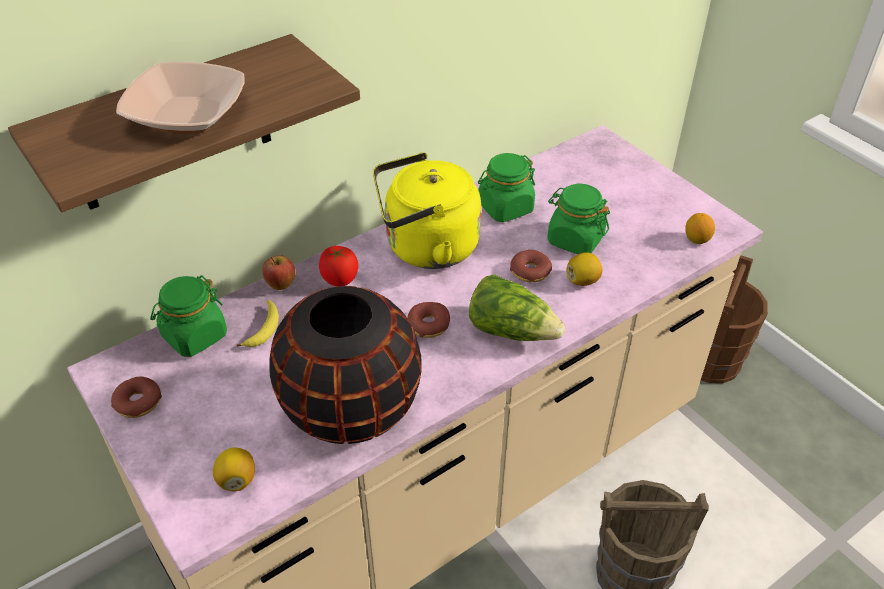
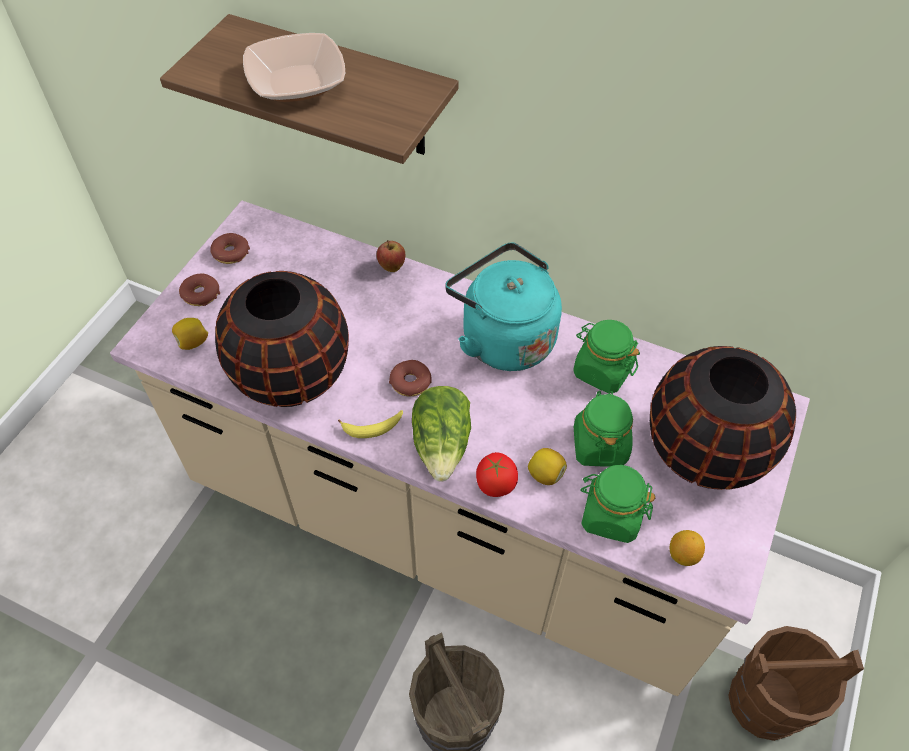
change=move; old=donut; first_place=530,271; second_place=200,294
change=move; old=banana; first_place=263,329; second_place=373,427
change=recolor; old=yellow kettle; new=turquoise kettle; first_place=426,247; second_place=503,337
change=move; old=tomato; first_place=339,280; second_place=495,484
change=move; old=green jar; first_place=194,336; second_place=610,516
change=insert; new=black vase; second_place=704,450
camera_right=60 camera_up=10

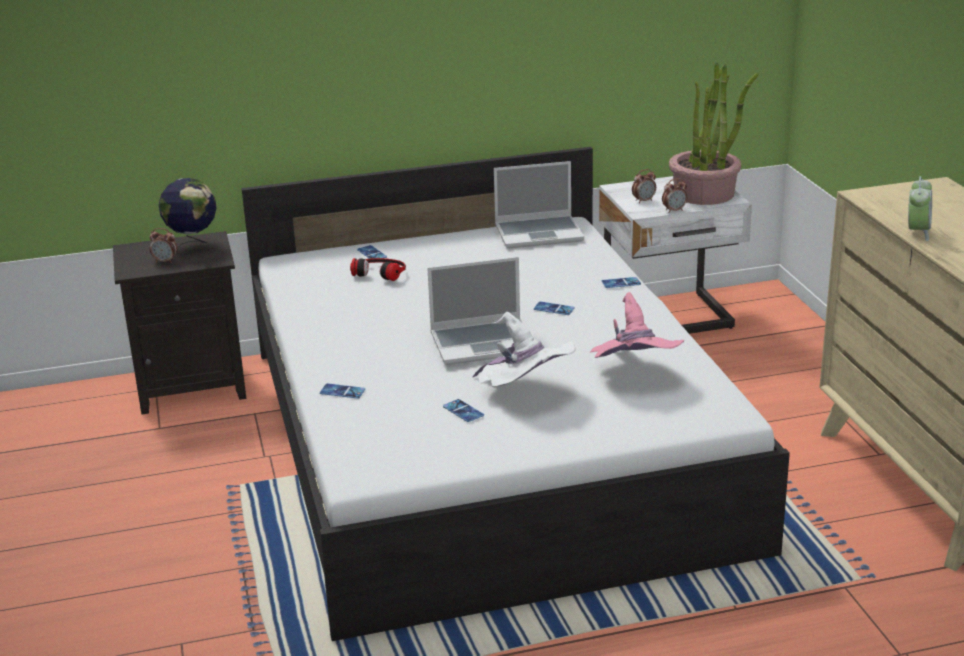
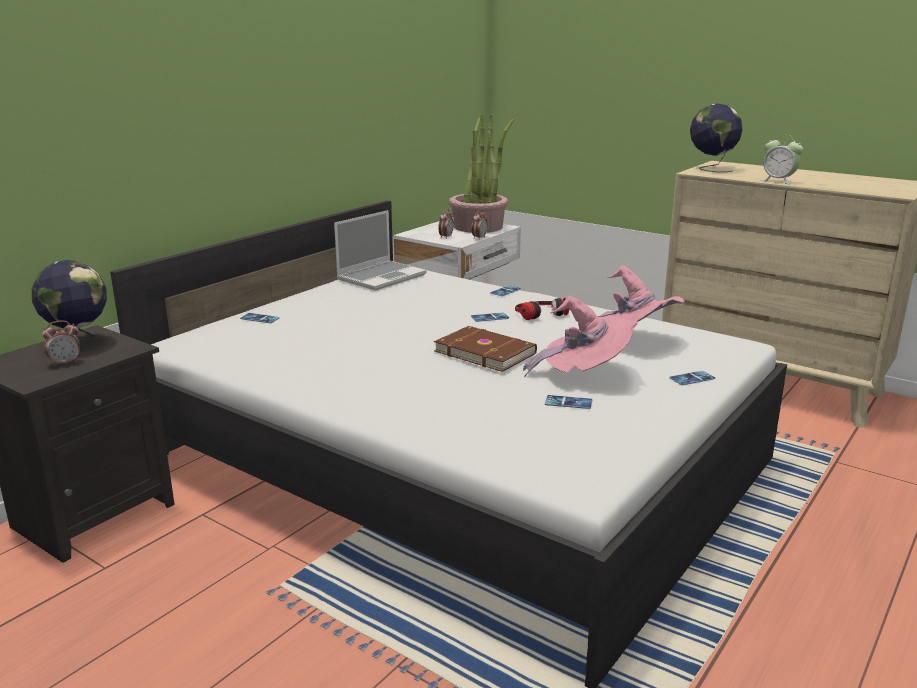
change=replace; old=laptop; new=brown book; first_place=484,343; second_place=485,352
change=move; old=headphones; first_place=380,272; second_place=539,312
change=recolor; old=white hat; new=pink hat; first_place=524,392; second_place=584,374
change=move; old=phone; first_place=342,391; second_place=692,378
change=insert; new=globe; second_place=711,168
change=rotate; old=alarm clock; first_place=917,232; second_place=778,181; degrees=150
camera_right=-40 camera_up=-5

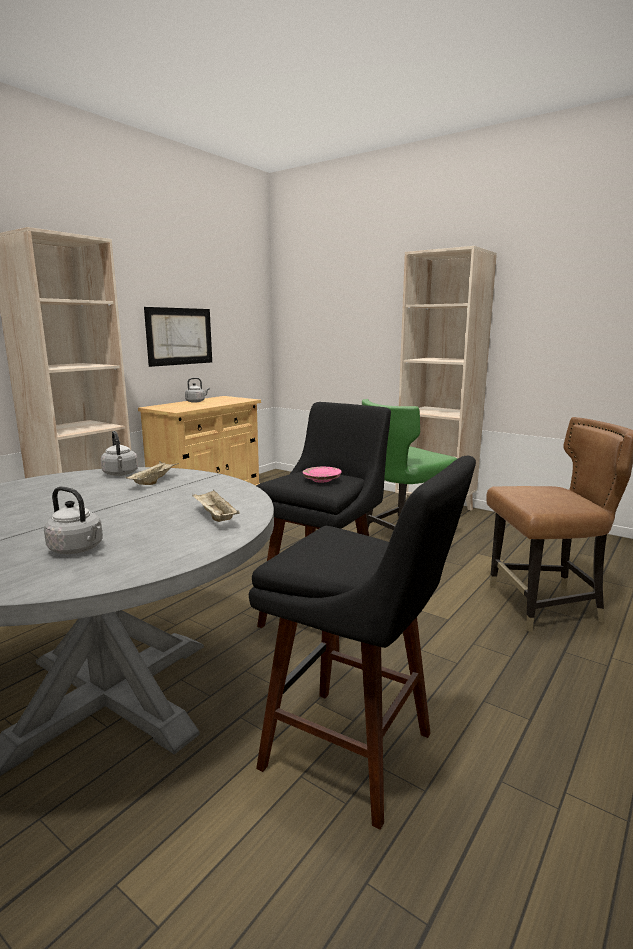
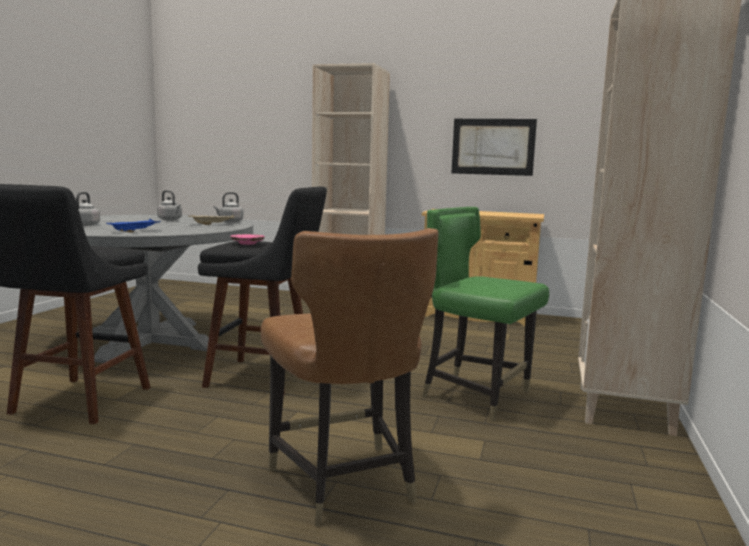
change=recolor; old=beige tray; new=blue tray; first_place=215,516; second_place=134,231
change=move; old=grey kettle; first_place=196,401; second_place=170,219
camera_right=70 camera_up=-5

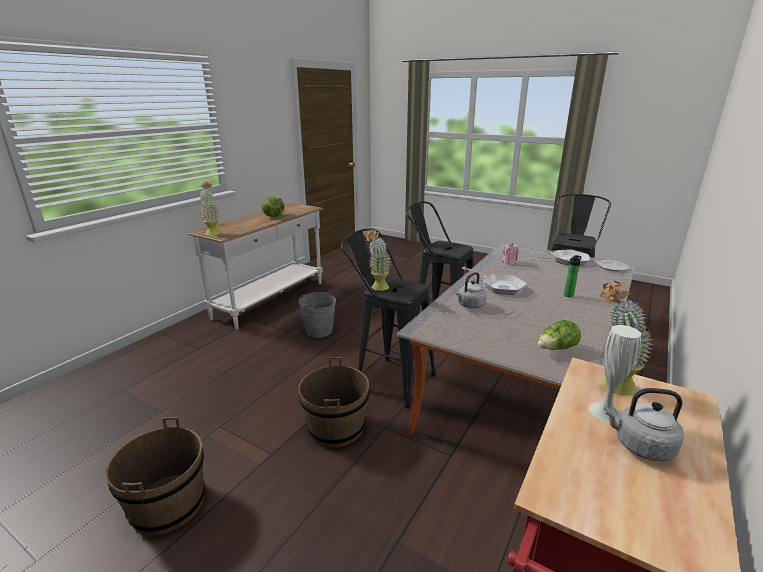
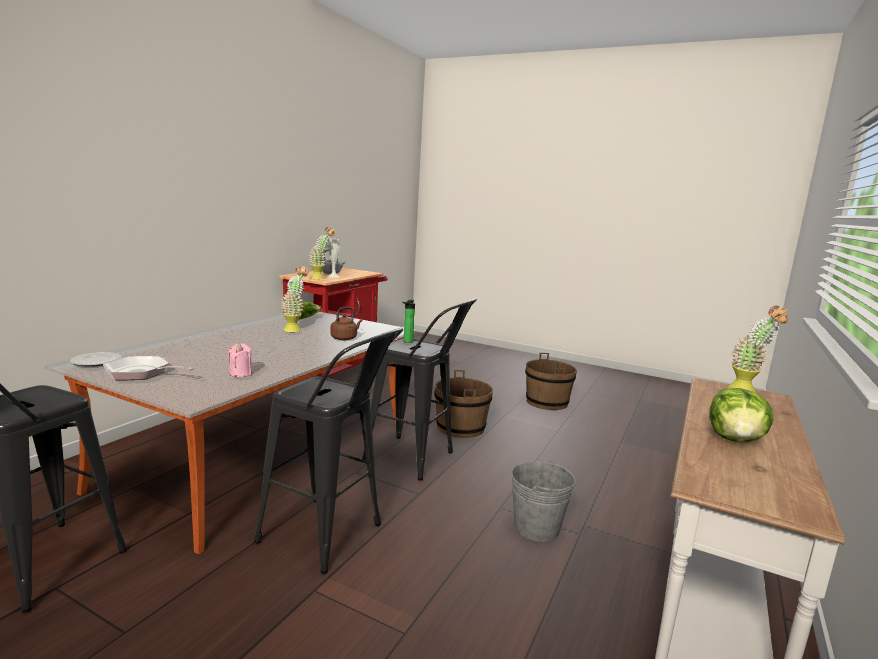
change=move; old=potted plant; first_place=378,289; second_place=295,329
change=recolor; old=grey kettle; new=brown kettle; first_place=470,305; second_place=345,338
change=move; old=bottle; first_place=569,295; second_place=407,341
change=delete; old=frying pan; first_place=499,286
camera_right=175 camera_up=-10

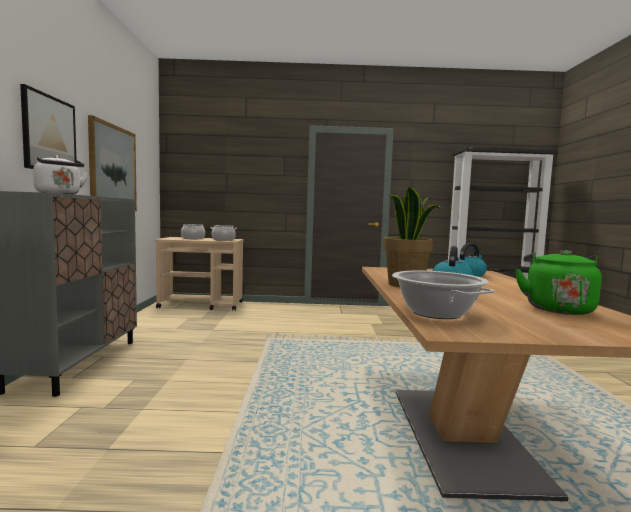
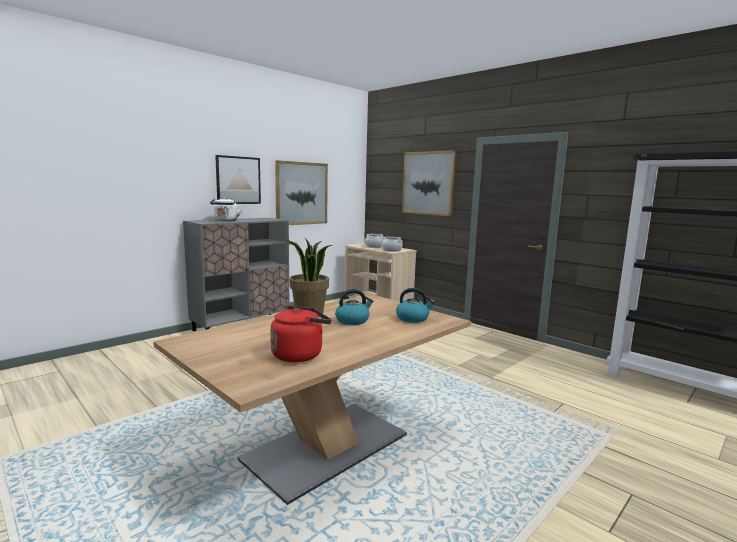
change=recolor; old=green kettle; new=red kettle; first_place=556,309; second_place=300,354
change=insert; new=picture; second_place=428,183
change=delete; old=cooking pot; first_place=437,313
camera_right=45 camera_up=5

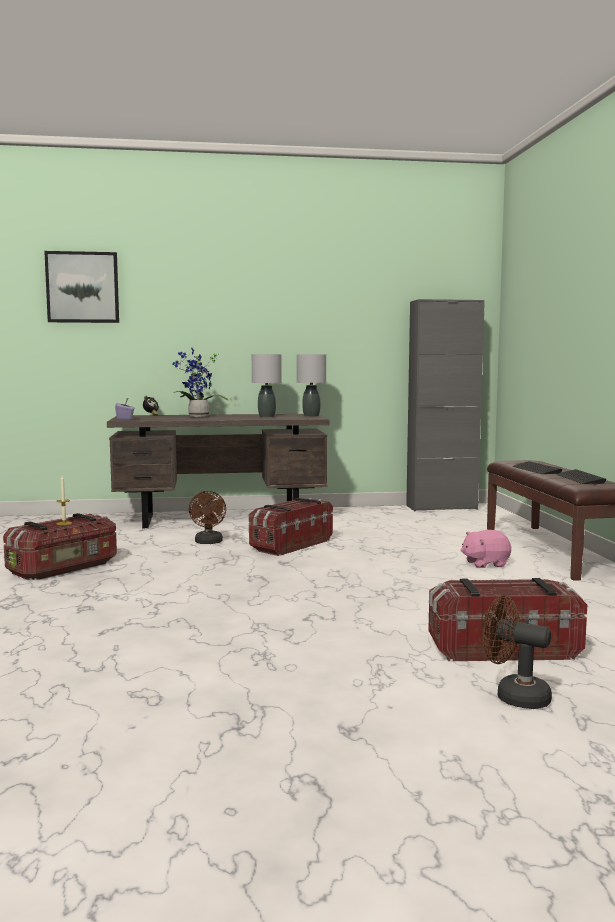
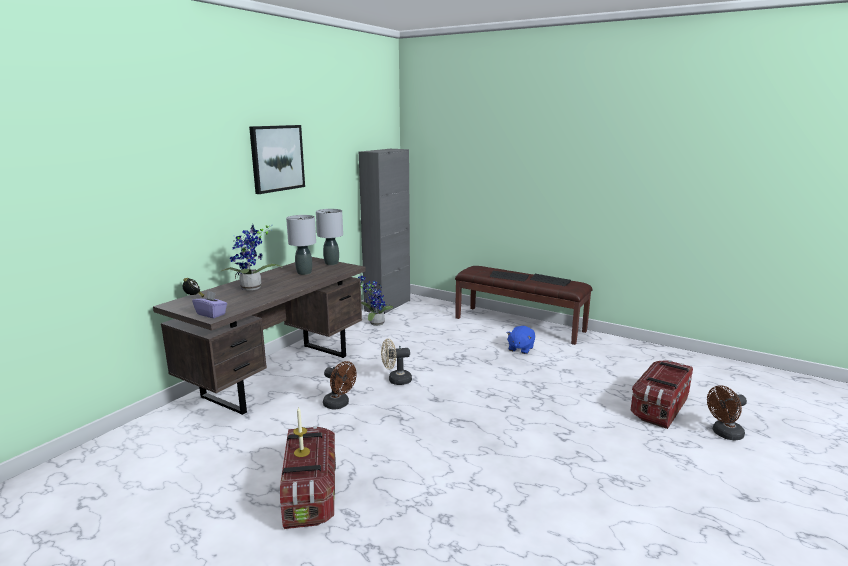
change=move; old=picture; first_place=82,287; second_place=277,158
change=insert; new=potted plant; second_place=375,323
change=replace; old=storage box; new=beige fan; first_place=290,545; second_place=396,380
change=recolor; old=pink plush toy; new=blue plush toy; first_place=485,563; second_place=520,349
camera_right=-50 camera_up=10

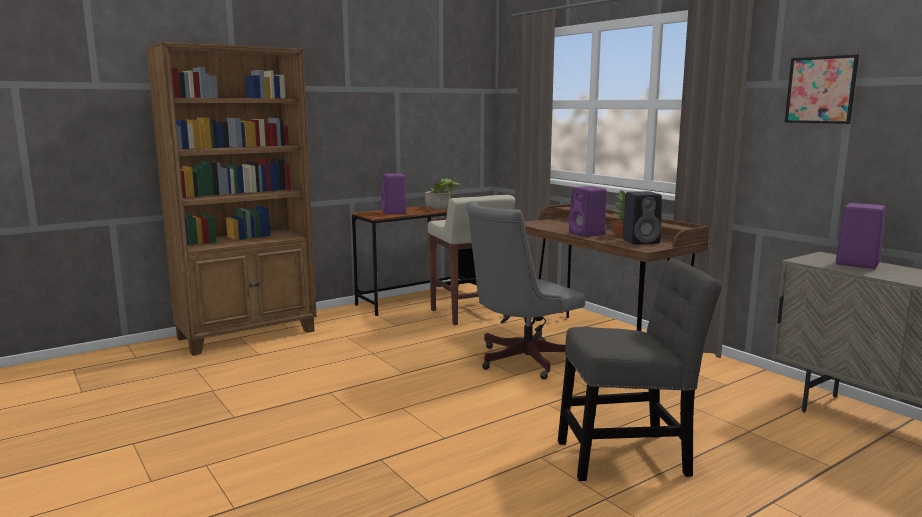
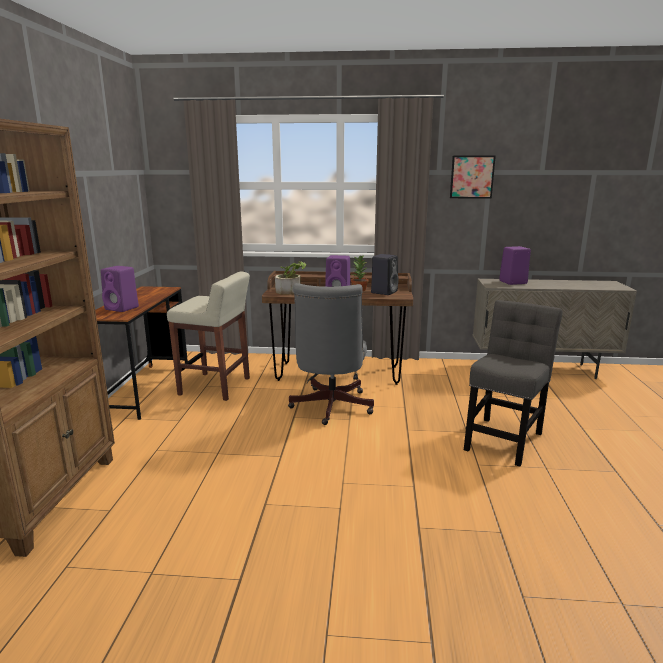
change=move; old=potted plant; first_place=441,207; second_place=290,291
camera_right=-50 camera_up=5

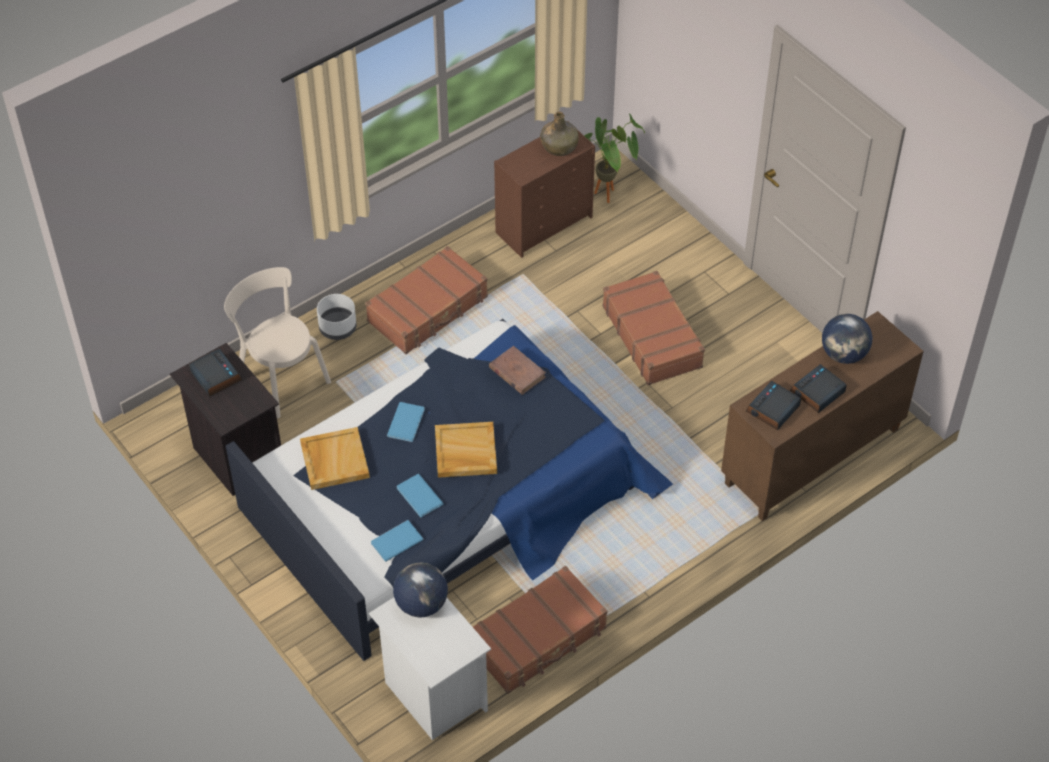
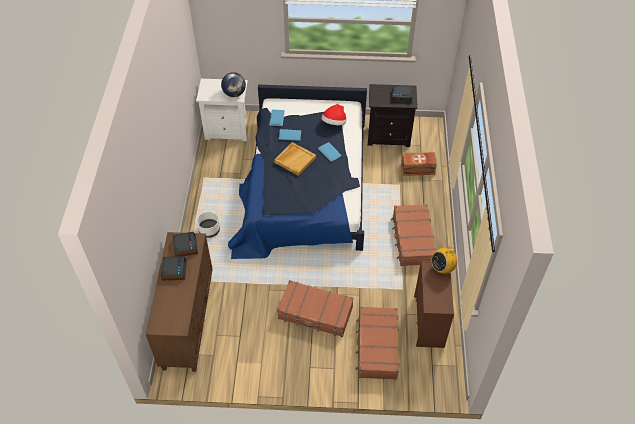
change=move; old=white planter; first_place=338,328; second_place=209,230
change=replace; old=beige tray; new=hat; first_place=334,460; second_place=334,123
change=move; old=brown suitcase; first_place=538,638; second_place=377,347
change=replace; old=beige chair; new=brown storage box; first_place=281,378; second_place=418,169
change=insert; new=radio; second_place=442,268
change=delete; old=brown book; first_place=517,372
change=delete; old=green bottle; first_place=559,146
change=delete; old=potted plant; first_place=610,197
change=delete; old=globe; first_place=844,354
camera_right=130 camera_up=0

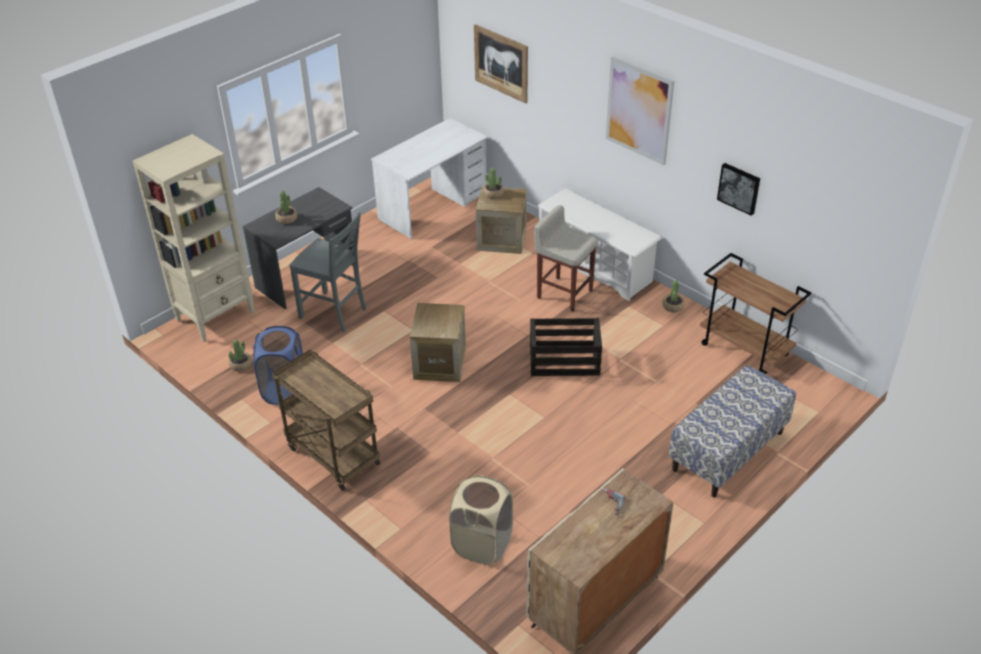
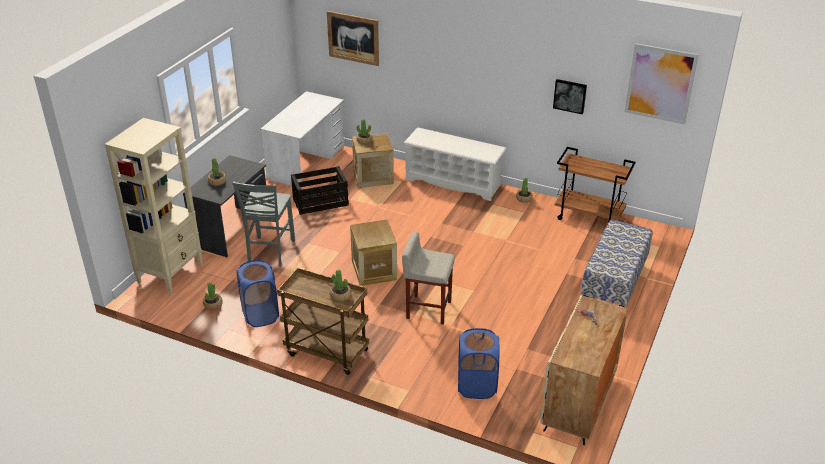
change=rotate; old=grey chair; first_place=334,313; second_place=270,252; degrees=90
change=move; old=crate; first_place=563,361; second_place=320,202
change=insert; new=potted plant; second_place=340,295
change=move; old=beige stool; first_place=564,294; second_place=428,309
change=recolor; old=beige laundry basket; new=blue laundry basket; first_place=482,545; second_place=477,386
change=move; old=picture; first_place=639,110; second_place=660,83
camera_right=-20 camera_up=-5

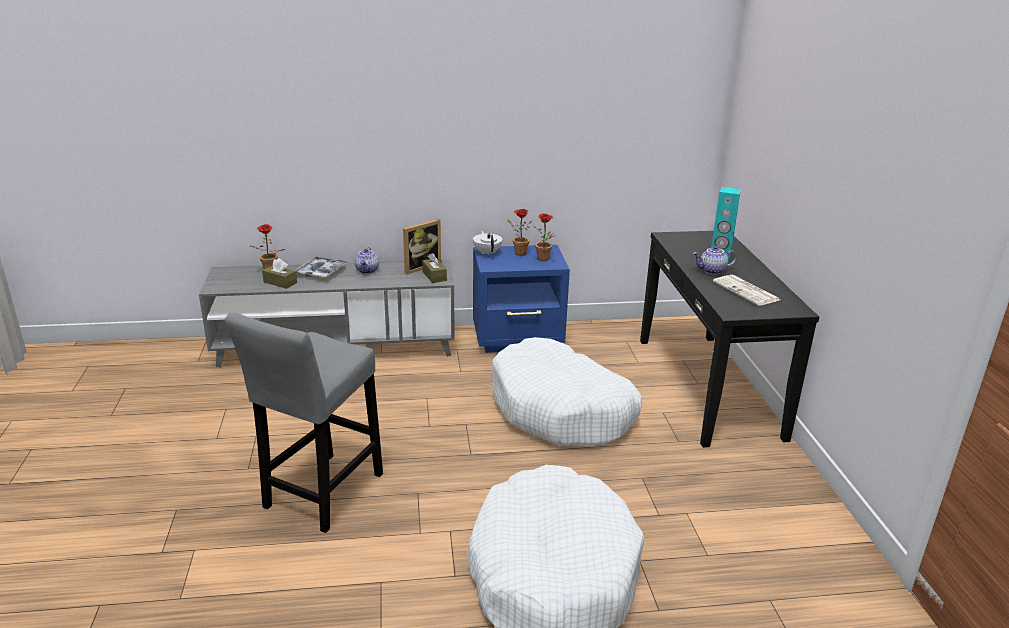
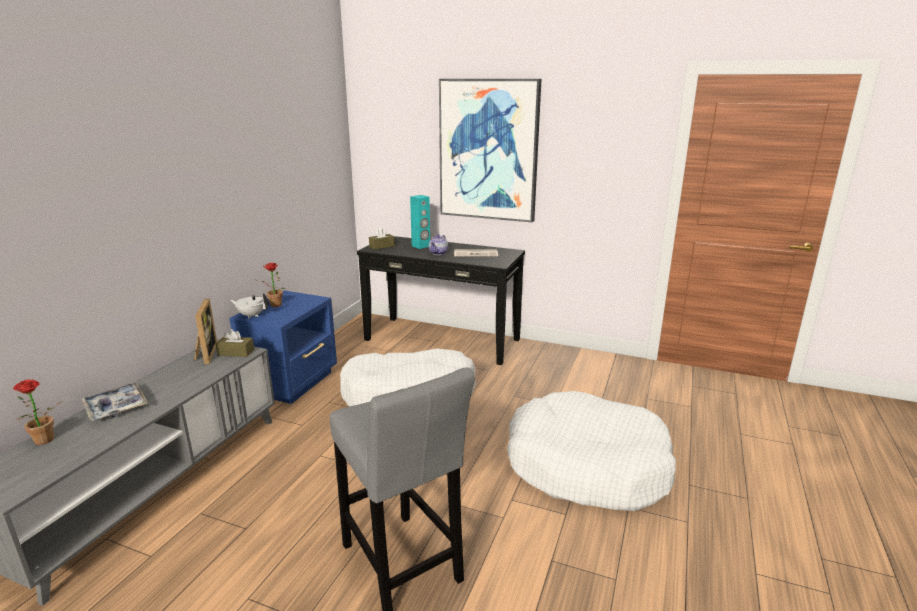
change=move; old=brown tissue box; first_place=280,282; second_place=382,246
change=insert; new=picture; second_place=488,150
change=delete; old=teapot; first_place=368,271
change=delete; old=potted plant; first_place=545,259
camera_right=-60 camera_up=-5

